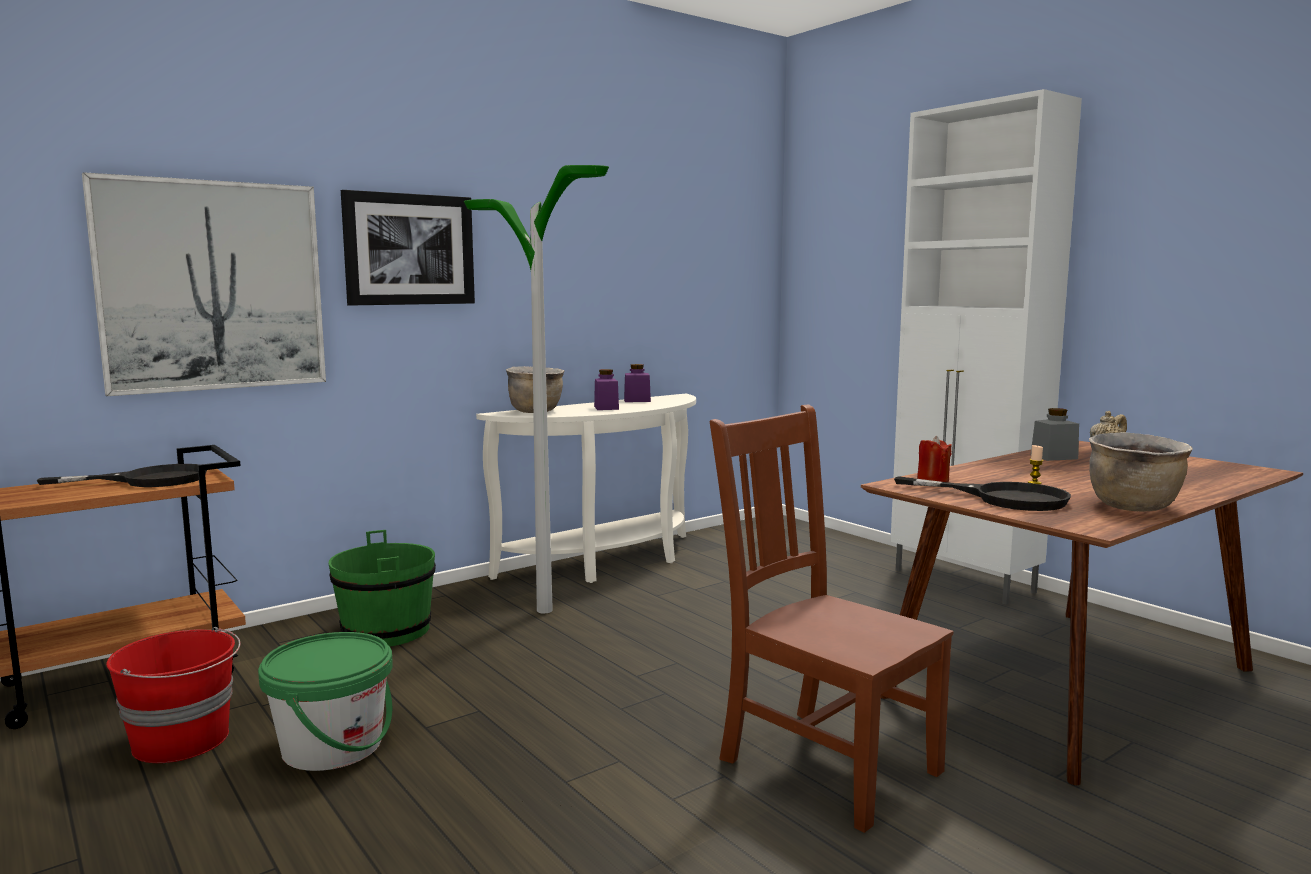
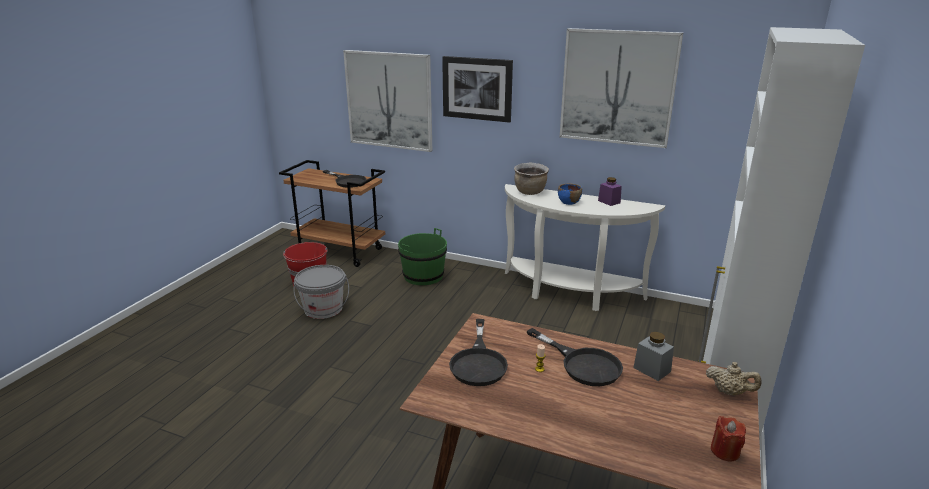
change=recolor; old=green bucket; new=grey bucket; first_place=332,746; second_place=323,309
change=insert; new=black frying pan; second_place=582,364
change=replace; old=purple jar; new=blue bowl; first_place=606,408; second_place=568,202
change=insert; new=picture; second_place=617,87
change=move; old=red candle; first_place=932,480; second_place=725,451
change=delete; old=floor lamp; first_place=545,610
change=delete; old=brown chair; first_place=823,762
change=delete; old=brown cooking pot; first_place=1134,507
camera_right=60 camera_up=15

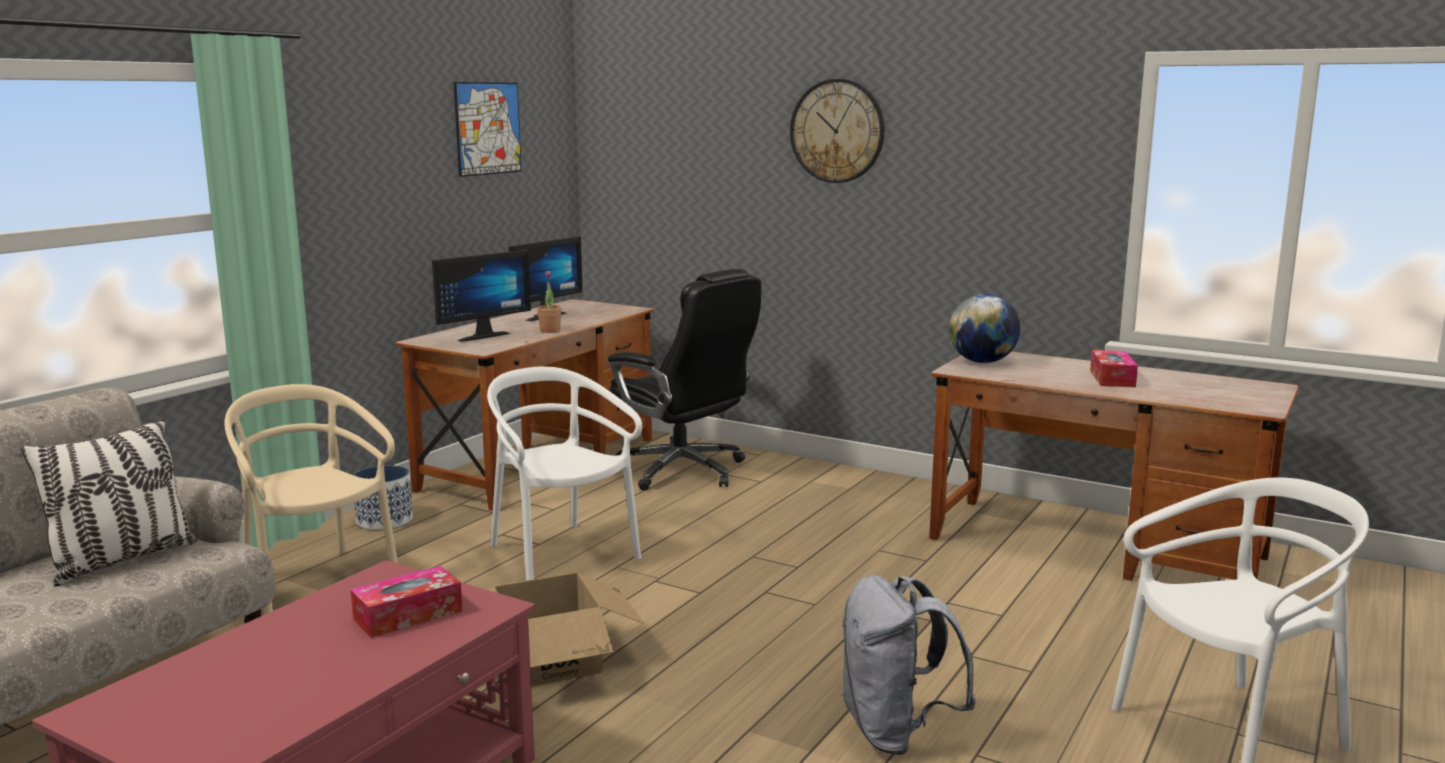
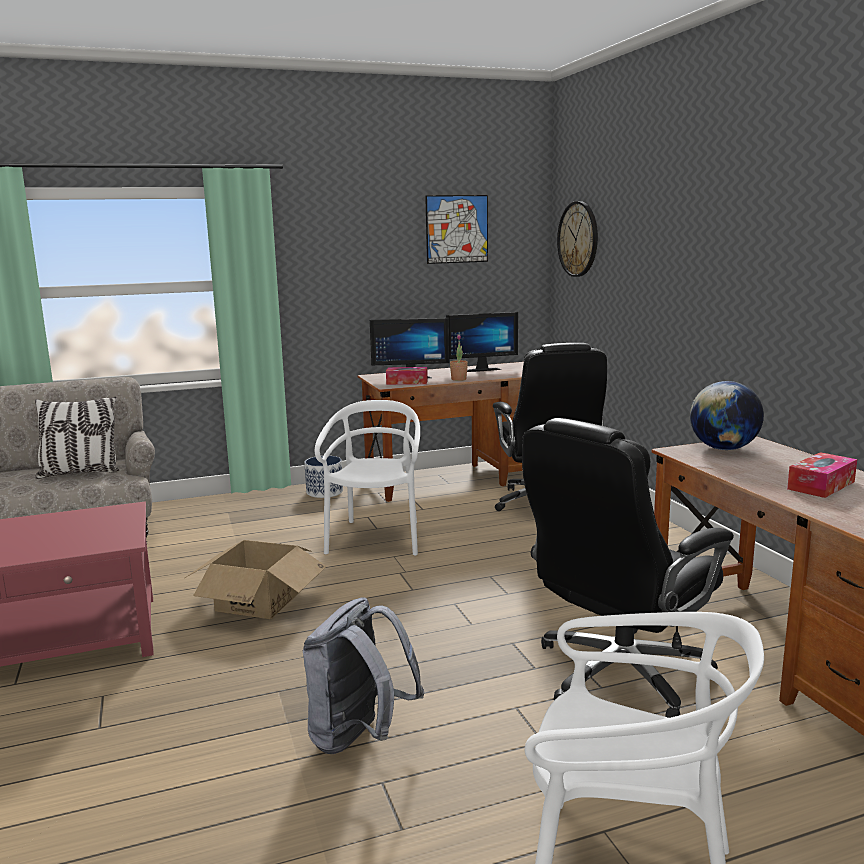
change=move; old=tissue box; first_place=408,615; second_place=407,382
change=insert; new=black office chair; second_place=618,675
change=move; old=wall clock; first_place=837,131; second_place=578,239
change=delete; old=beige chair; first_place=316,584
camera_right=40 camera_up=0

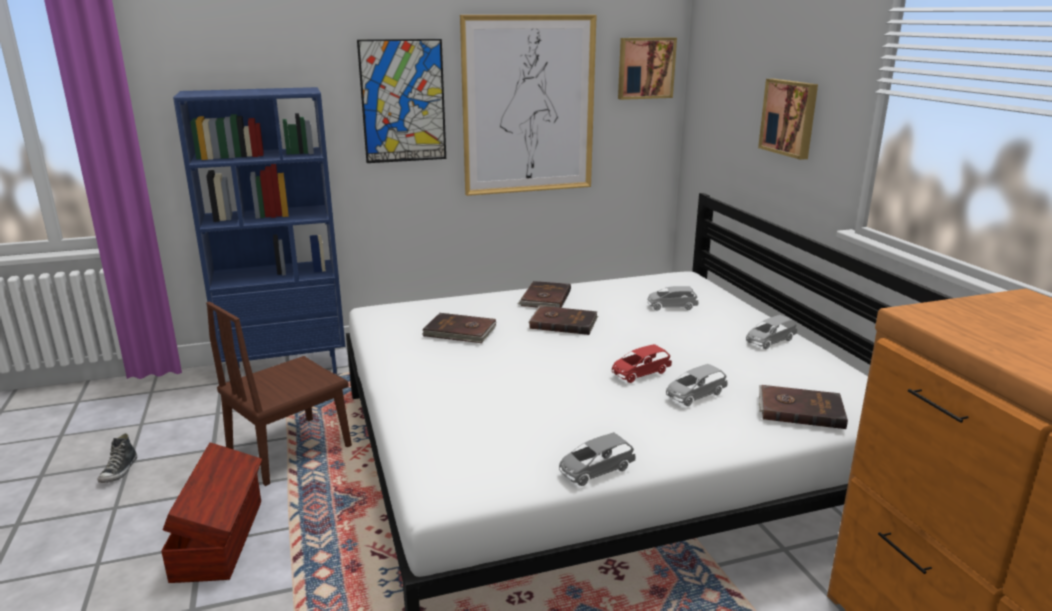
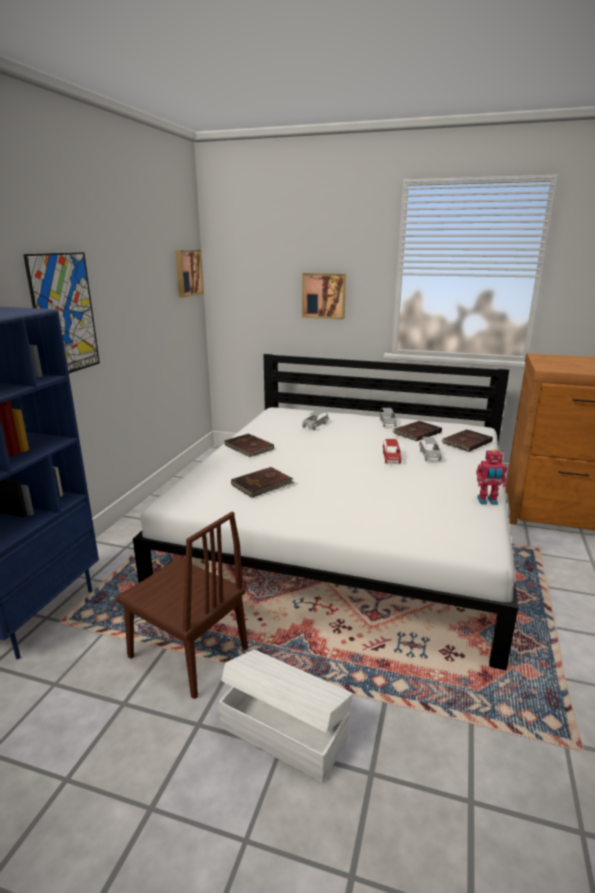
change=rotate; old=brown chair; first_place=290,450; second_place=188,653; degrees=-45
change=recolor; old=brown storage box; new=white storage box; first_place=221,538; second_place=284,731
change=move; old=brown book; first_place=563,323; second_place=416,433
change=replace; old=grey toy car; new=toy robot; first_place=595,470; second_place=487,501
change=delete; old=shoe; first_place=119,471
change=delete; old=picture; first_place=528,106
camera_right=-55 camera_up=0

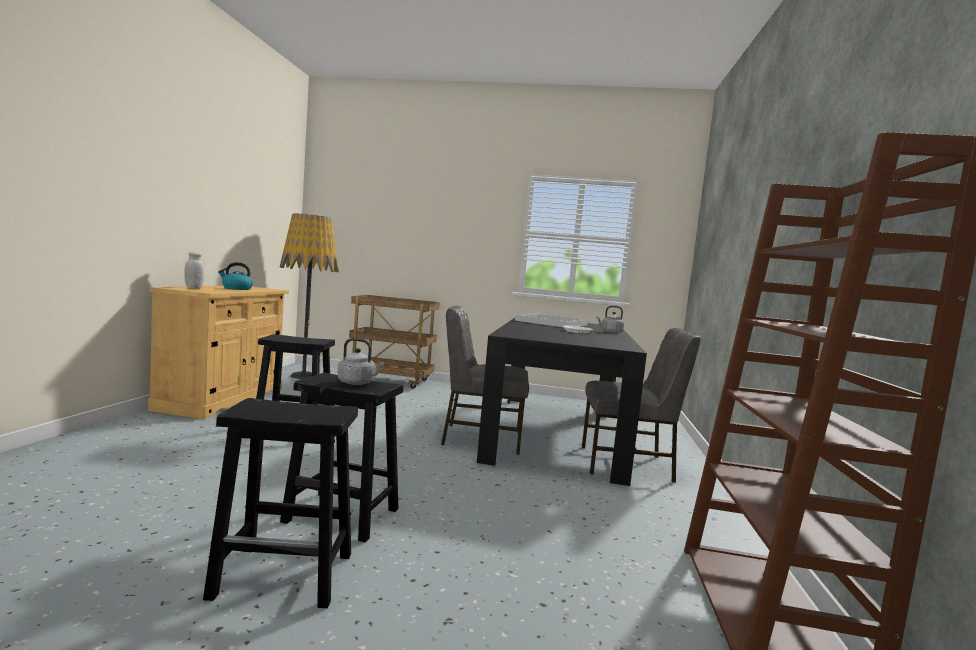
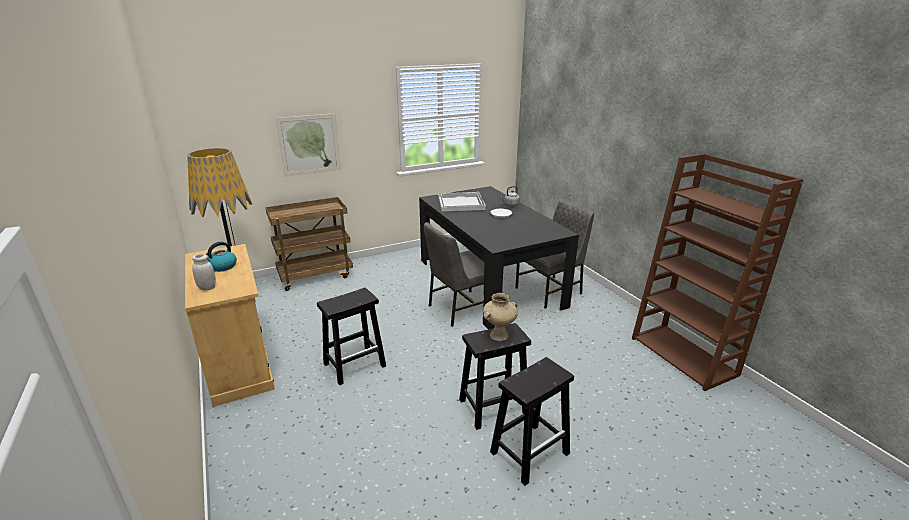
change=insert; new=picture; second_place=309,144
change=replace; old=grey kettle; new=beige vase; first_place=358,383; second_place=499,335
camera_right=-35 camera_up=20

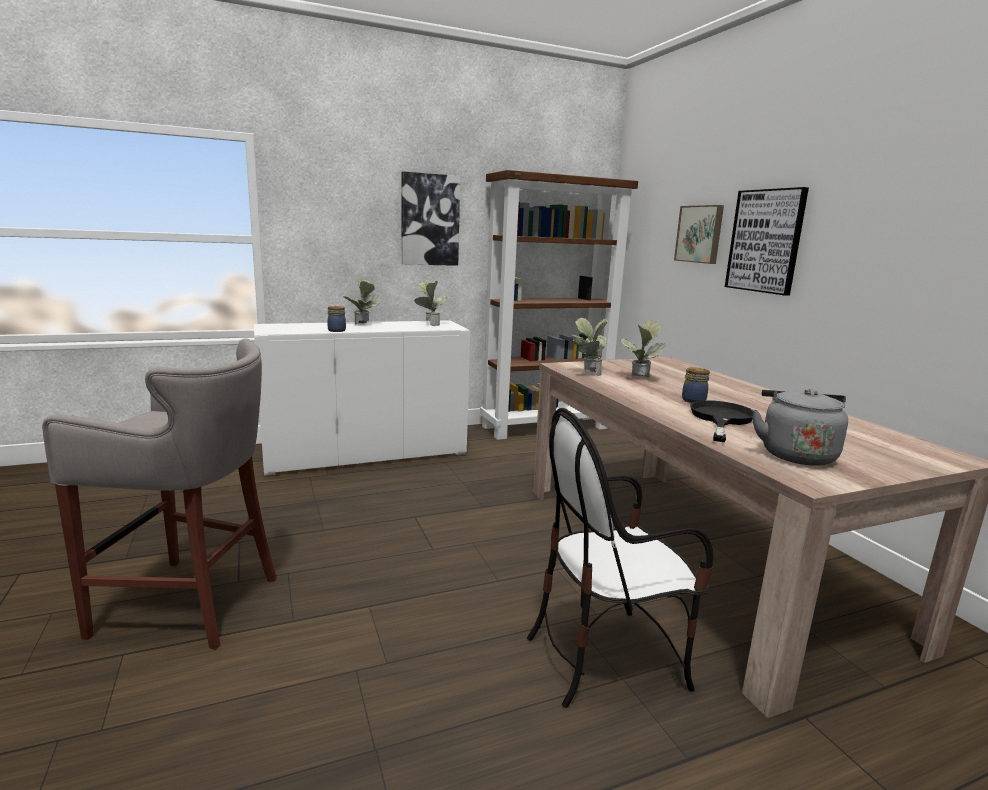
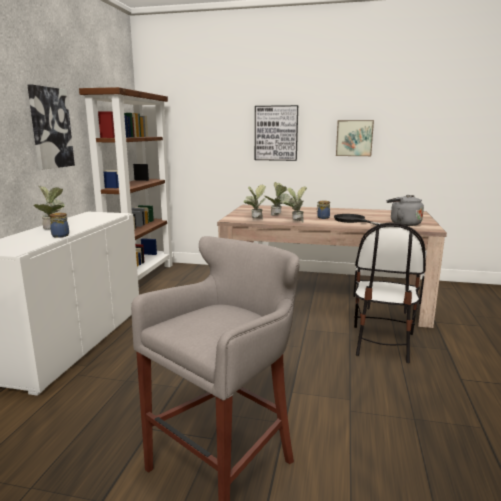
change=move; old=potted plant; first_place=430,324; second_place=295,222
change=move; old=picture; first_place=700,234; second_place=354,138
camera_right=-55 camera_up=0

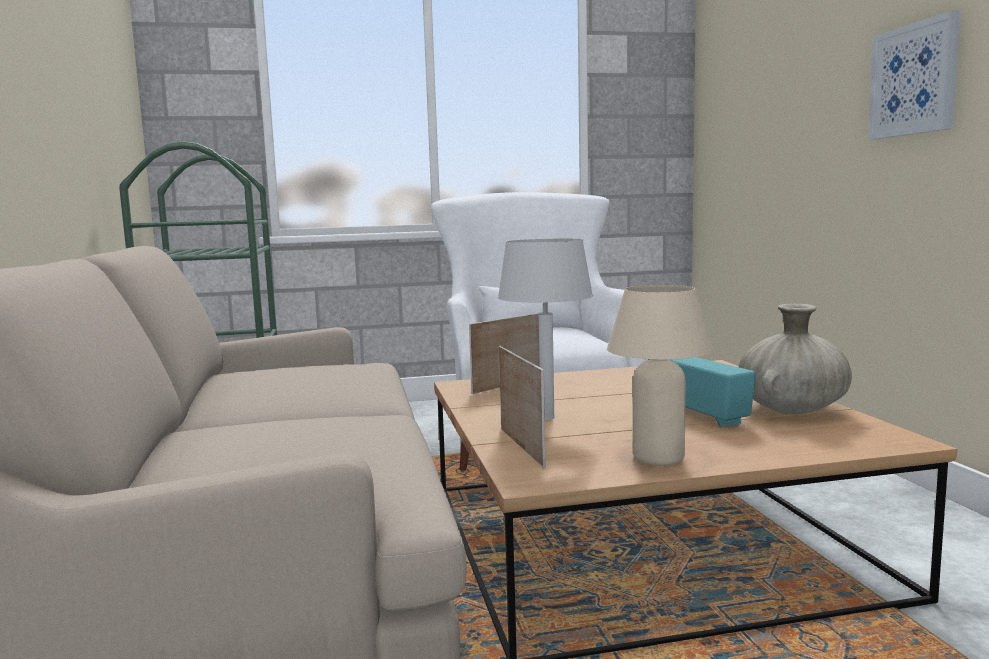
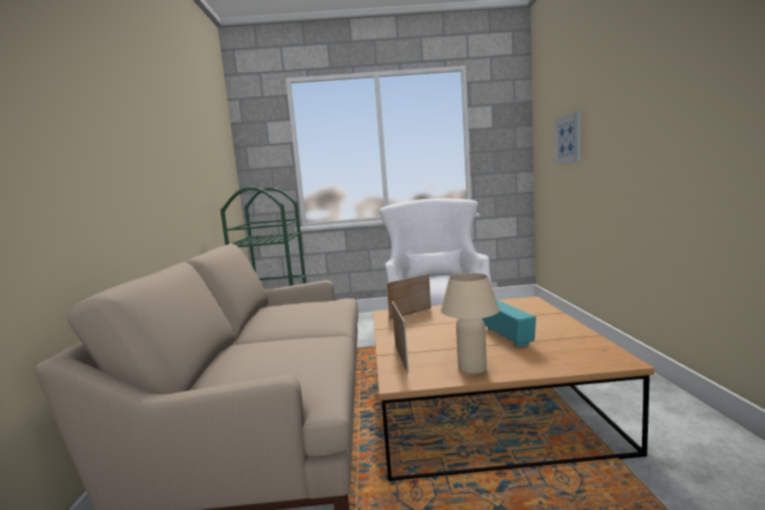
change=move; old=picture; first_place=914,80; second_place=568,139
change=delete; old=grey table lamp; first_place=546,418
change=delete; old=beige vase; first_place=792,410
camera_right=10 camera_up=0

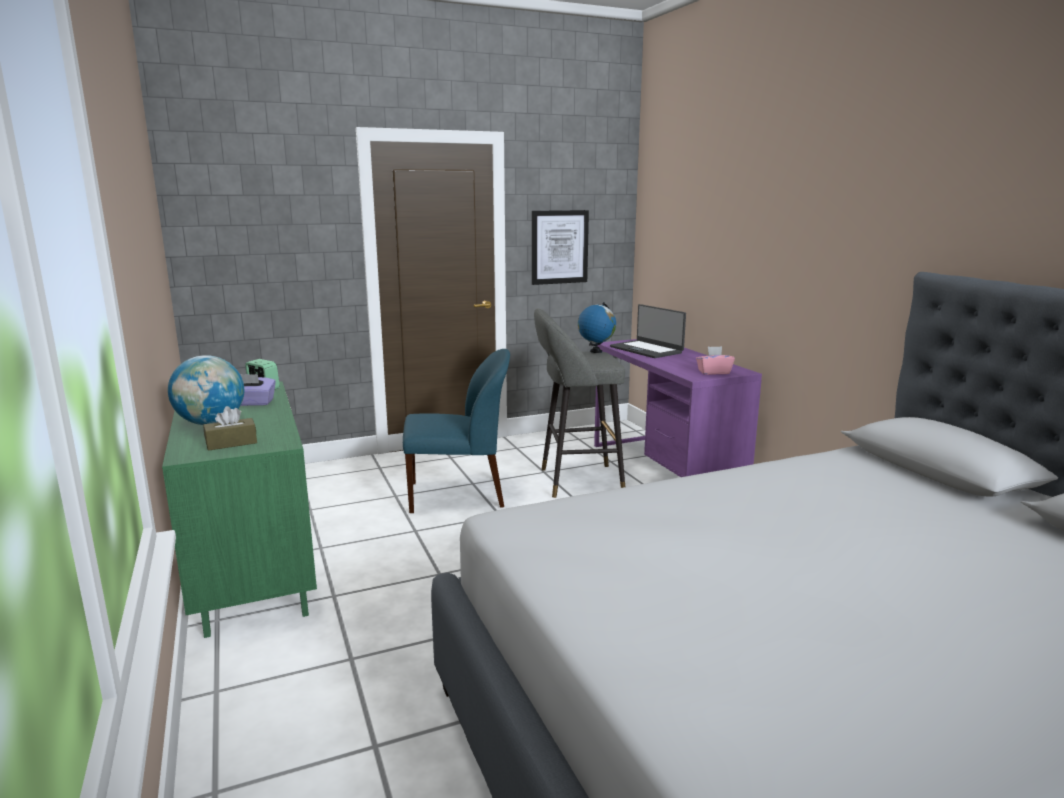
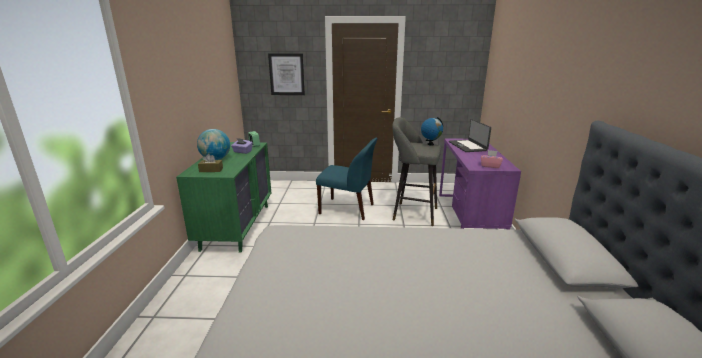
change=move; old=picture; first_place=559,247; second_place=286,74
camera_right=25 camera_up=5

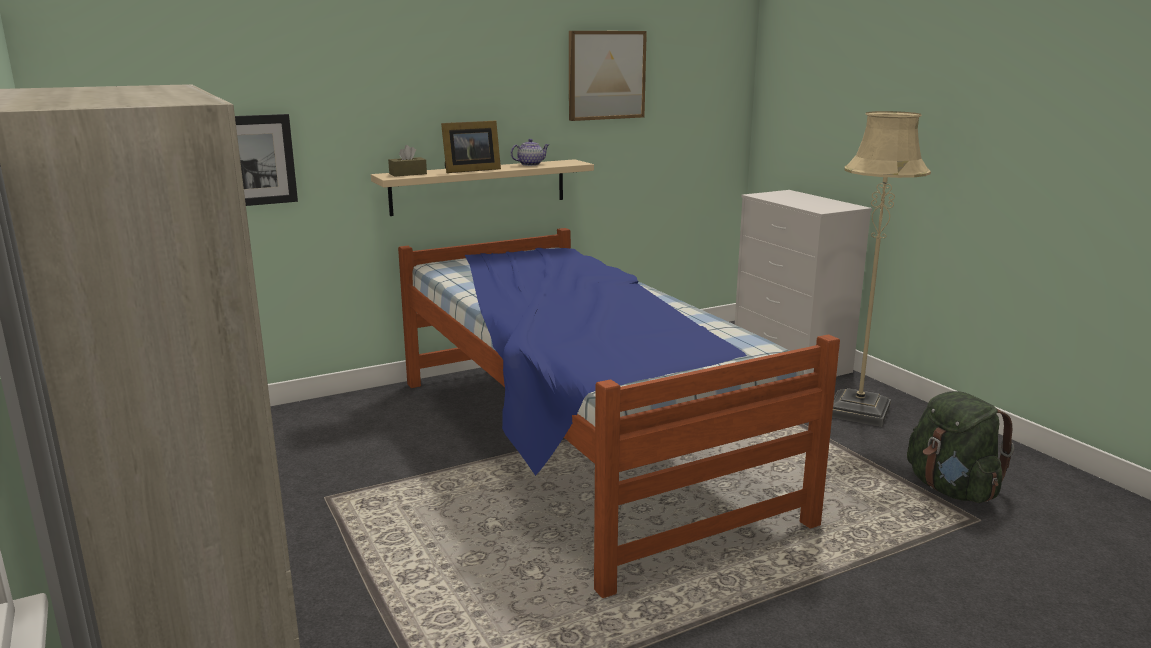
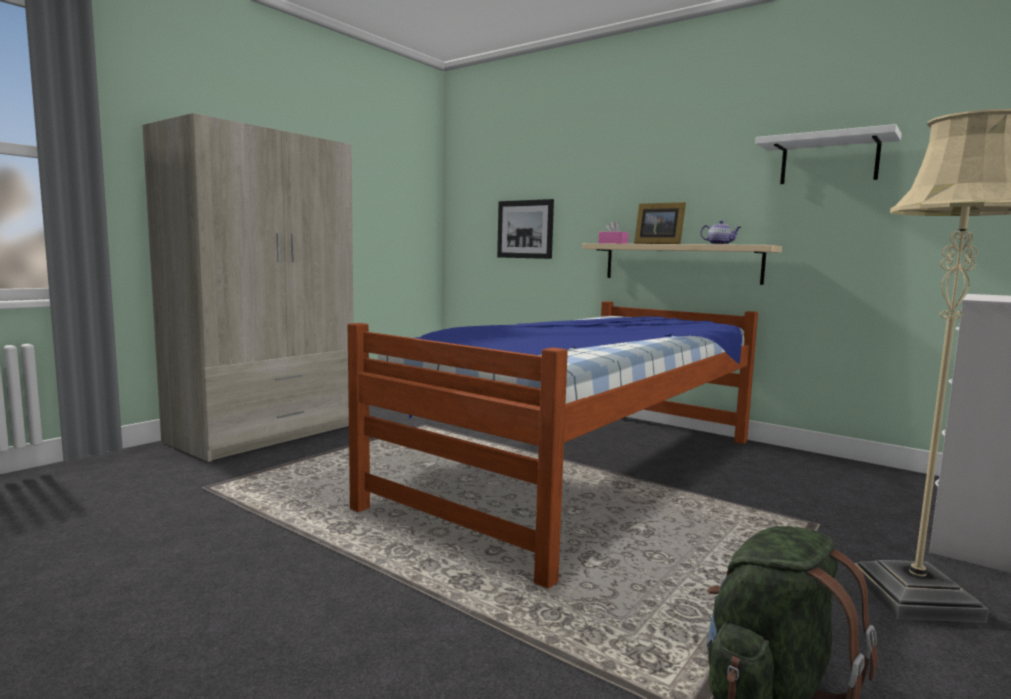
change=recolor; old=brown tissue box; new=pink tissue box; first_place=408,174; second_place=613,243
change=replace; old=picture; new=white shelf; first_place=606,75; second_place=829,160
camera_right=65 camera_up=-10

